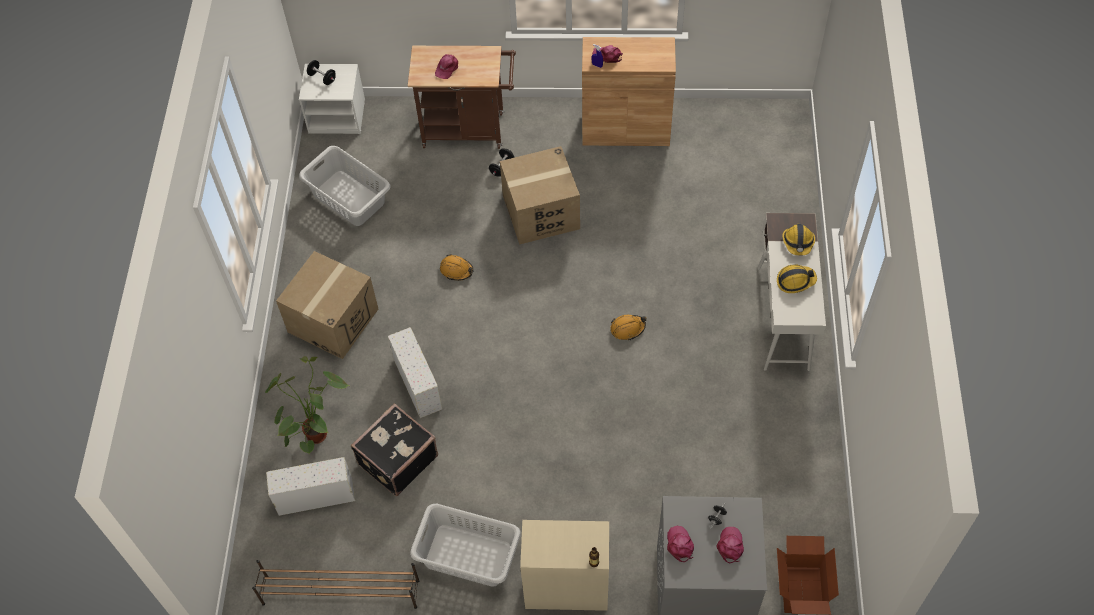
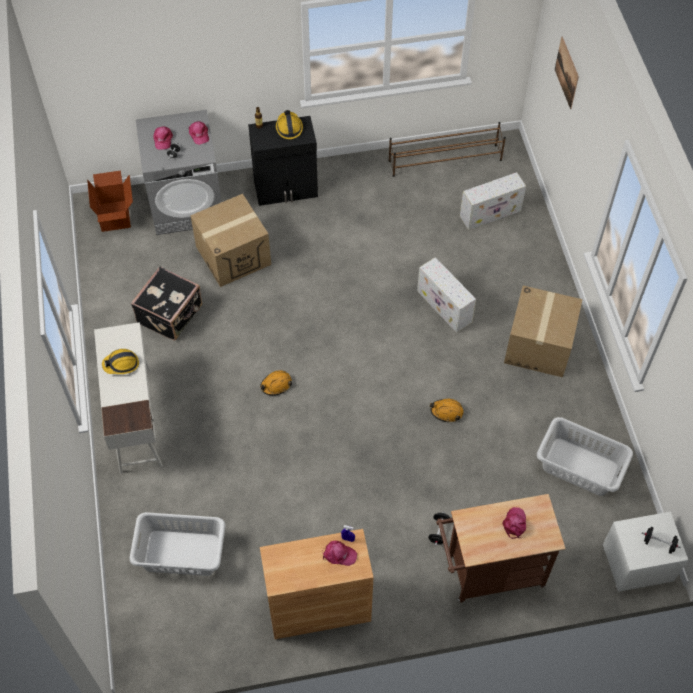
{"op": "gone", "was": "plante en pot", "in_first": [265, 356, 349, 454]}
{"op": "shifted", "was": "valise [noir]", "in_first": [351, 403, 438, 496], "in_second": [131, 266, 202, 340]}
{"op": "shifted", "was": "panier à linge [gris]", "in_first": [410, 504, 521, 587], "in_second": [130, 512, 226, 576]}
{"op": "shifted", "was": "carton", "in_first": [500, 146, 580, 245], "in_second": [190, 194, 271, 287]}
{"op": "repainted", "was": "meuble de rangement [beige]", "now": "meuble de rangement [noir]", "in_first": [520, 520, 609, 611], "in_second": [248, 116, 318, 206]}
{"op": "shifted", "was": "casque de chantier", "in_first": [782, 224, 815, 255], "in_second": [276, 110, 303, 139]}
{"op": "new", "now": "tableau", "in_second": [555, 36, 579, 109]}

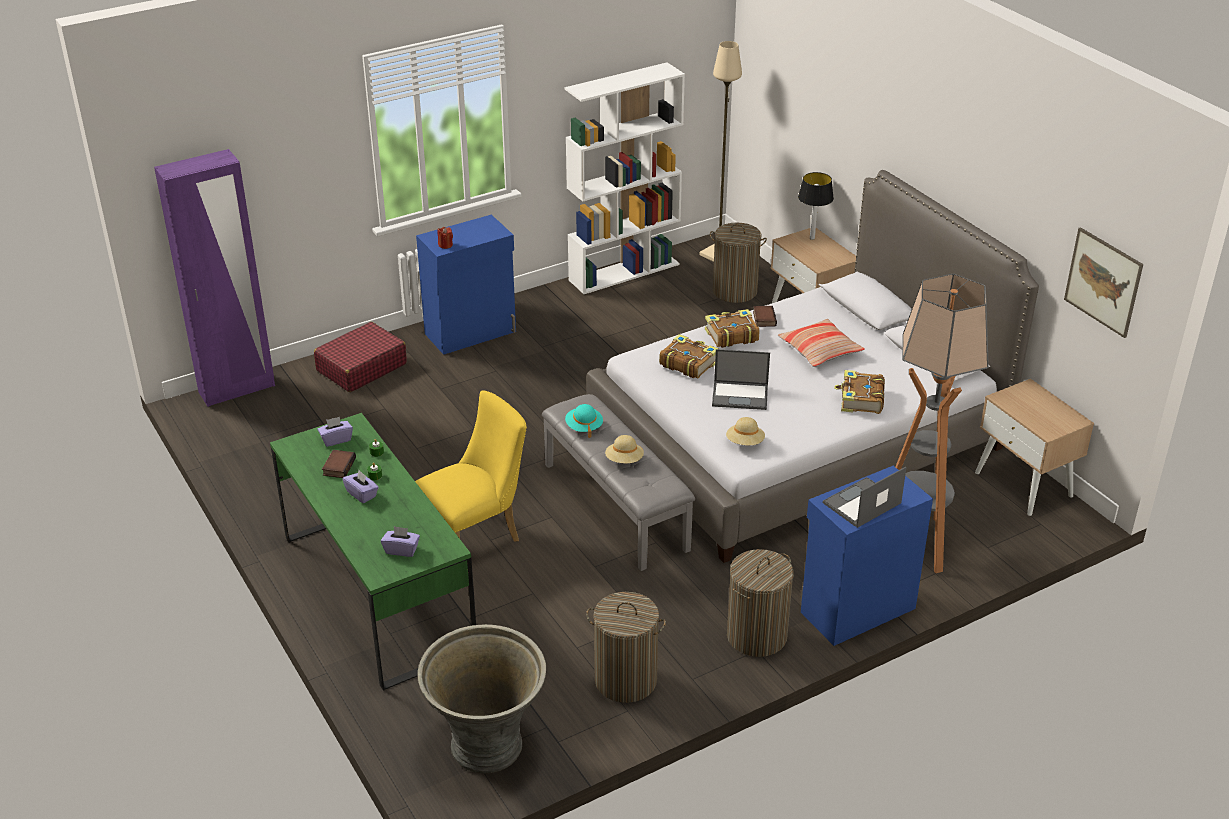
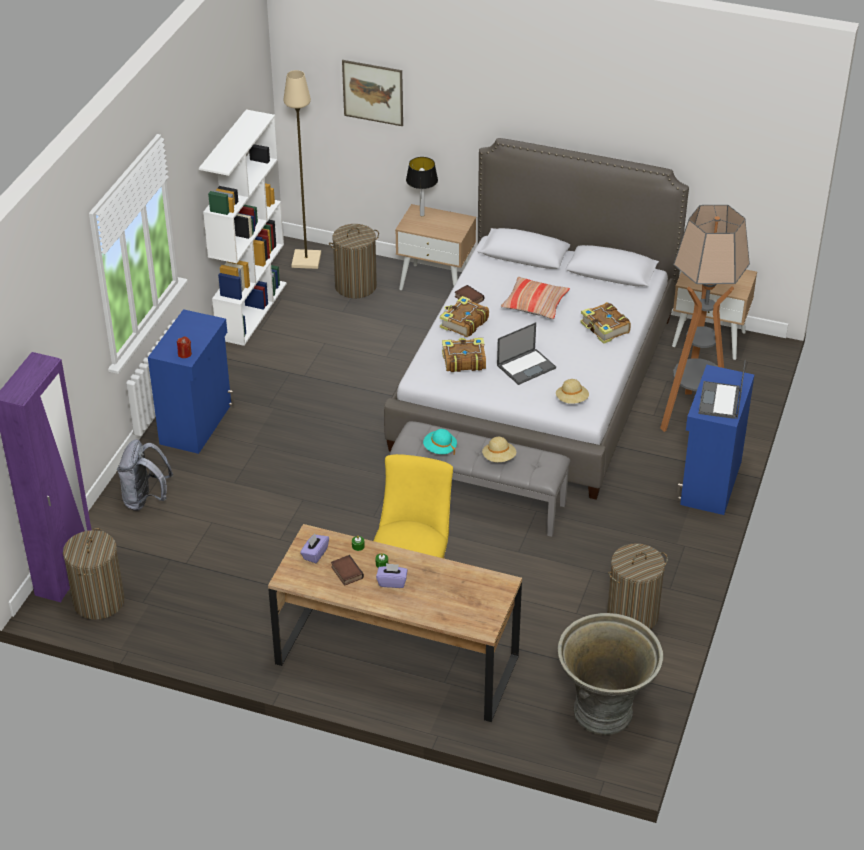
{"op": "repainted", "was": "bureau [vert]", "now": "bureau [marron]", "in_first": [270, 413, 476, 691], "in_second": [268, 524, 522, 722]}
{"op": "swapped", "was": "valise [rouge]", "now": "sac à dos [gris]", "in_first": [314, 322, 407, 392], "in_second": [117, 439, 173, 511]}
{"op": "gone", "was": "boîte à mouchoirs [violet]", "in_first": [381, 526, 420, 557]}
{"op": "shifted", "was": "panier à linge", "in_first": [727, 549, 794, 657], "in_second": [63, 528, 125, 620]}
{"op": "shifted", "was": "tableau", "in_first": [1064, 227, 1143, 338], "in_second": [342, 60, 403, 126]}

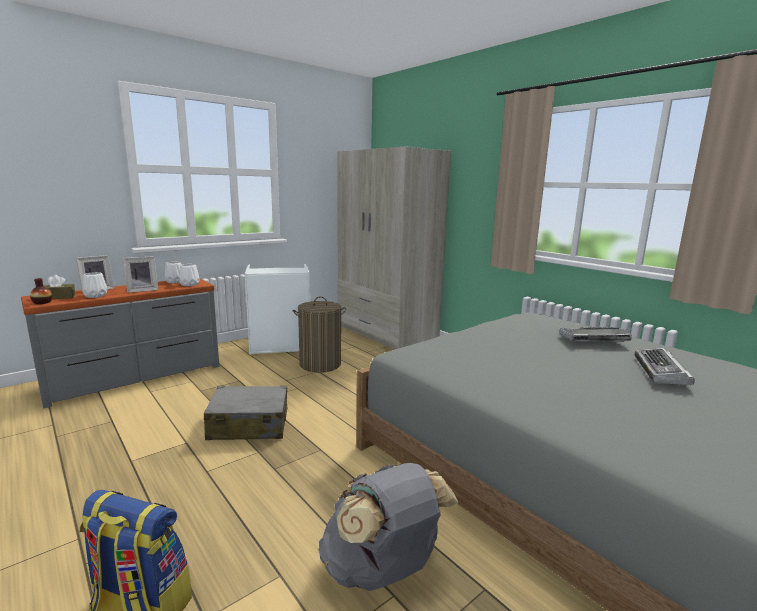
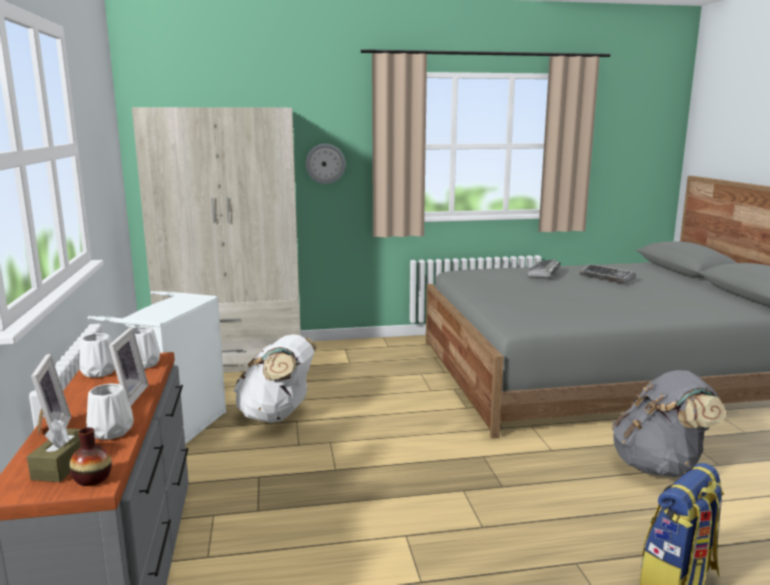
{"op": "gone", "was": "valise [gris]", "in_first": [204, 386, 288, 440]}
{"op": "swapped", "was": "panier à linge", "now": "sac à dos [blanc]", "in_first": [293, 296, 346, 373], "in_second": [233, 334, 317, 423]}
{"op": "new", "now": "horloge murale", "in_second": [306, 144, 345, 184]}

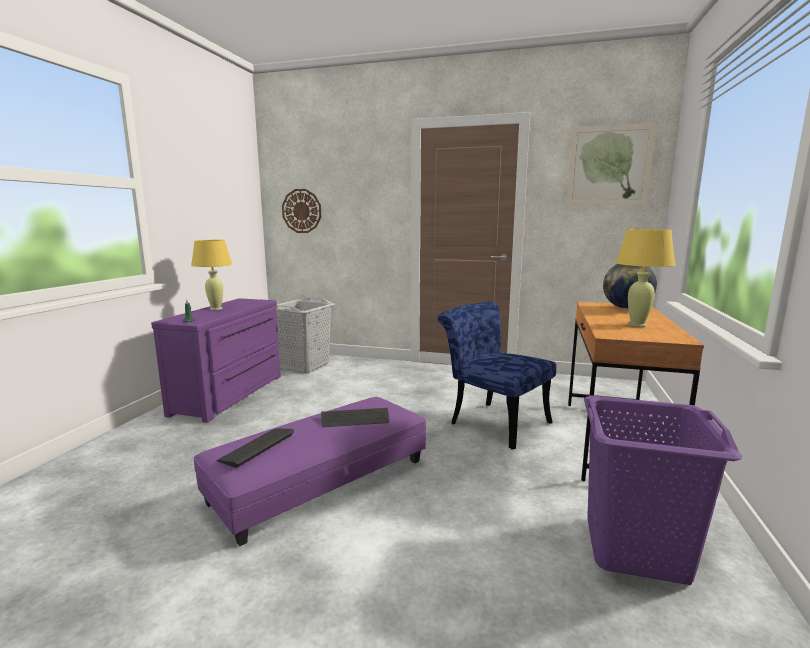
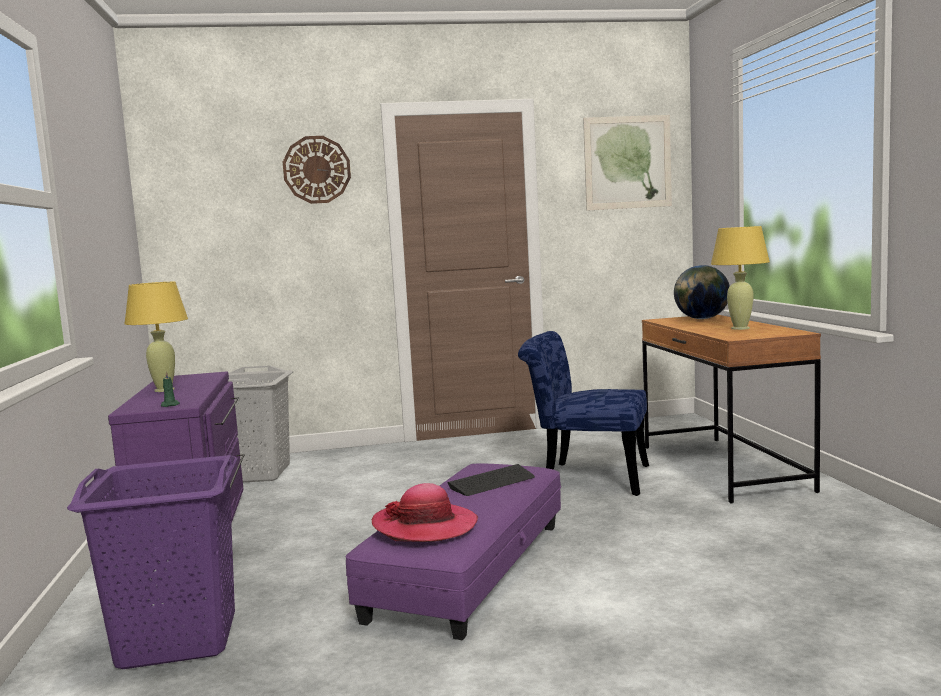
{"op": "swapped", "was": "clavier", "now": "chapeau", "in_first": [217, 429, 294, 468], "in_second": [372, 483, 478, 542]}
{"op": "shifted", "was": "horloge murale", "in_first": [282, 189, 321, 233], "in_second": [283, 136, 351, 204]}
{"op": "shifted", "was": "panier à linge [violet]", "in_first": [584, 395, 742, 585], "in_second": [67, 455, 238, 669]}

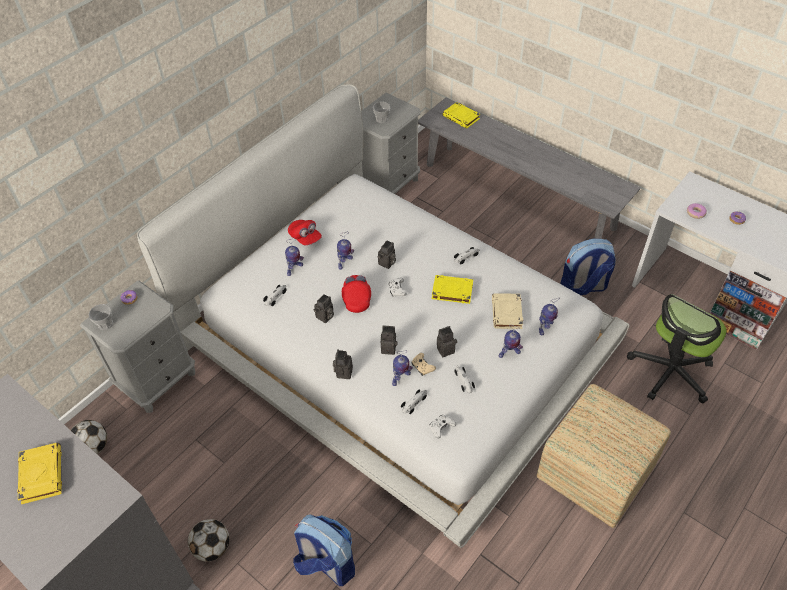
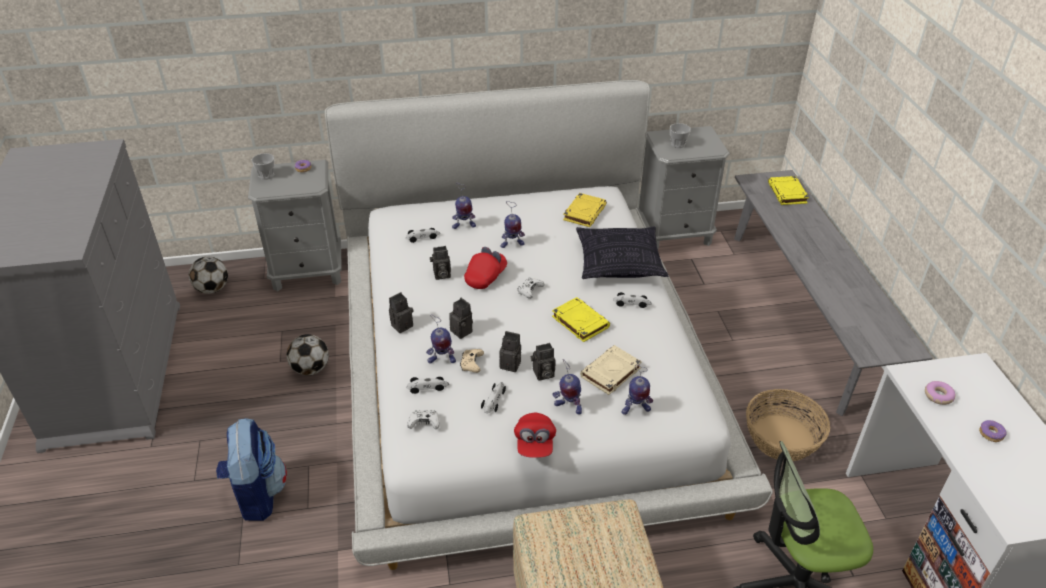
{"op": "shifted", "was": "livre [jaune]", "in_first": [17, 443, 62, 504], "in_second": [563, 193, 607, 227]}
{"op": "shifted", "was": "ballon de foot", "in_first": [187, 519, 229, 561], "in_second": [286, 334, 329, 376]}
{"op": "shifted", "was": "casquette [rouge]", "in_first": [288, 220, 322, 245], "in_second": [514, 412, 556, 458]}
{"op": "shifted", "was": "appareil photo", "in_first": [377, 241, 396, 269], "in_second": [531, 343, 556, 381]}
{"op": "swapped", "was": "sac à dos", "now": "panier", "in_first": [560, 239, 616, 295], "in_second": [746, 389, 830, 461]}
{"op": "new", "now": "coussin", "in_second": [576, 227, 668, 279]}

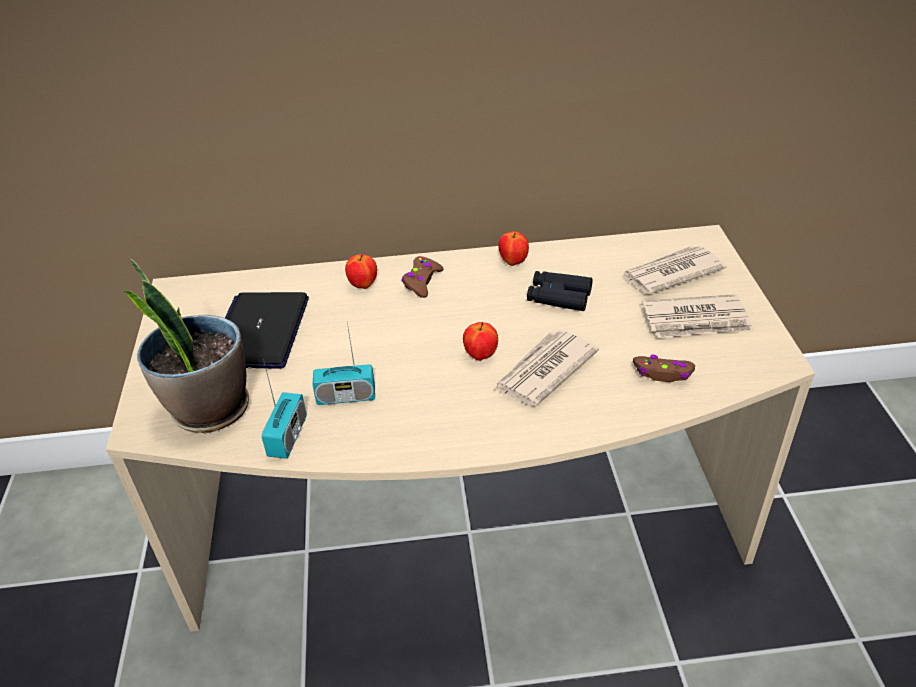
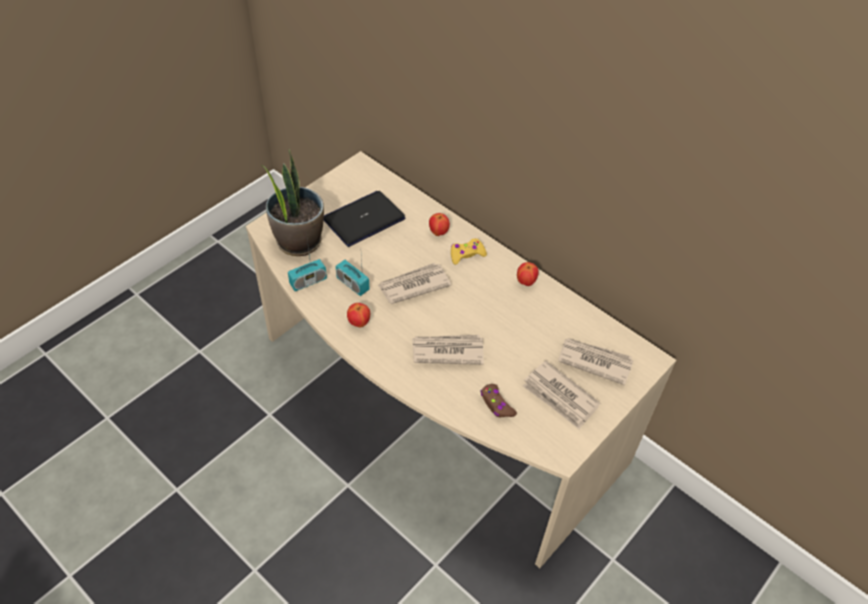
{"op": "repainted", "was": "manette [marron]", "now": "manette [jaune]", "in_first": [402, 256, 444, 298], "in_second": [451, 238, 487, 265]}
{"op": "shifted", "was": "pomme", "in_first": [463, 322, 498, 361], "in_second": [347, 303, 370, 328]}
{"op": "gone", "was": "jumelles [noir]", "in_first": [527, 271, 593, 311]}
{"op": "new", "now": "journal", "in_second": [378, 263, 451, 304]}

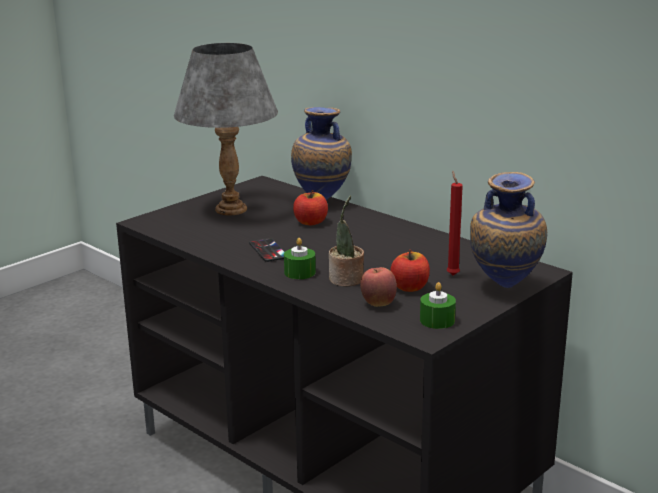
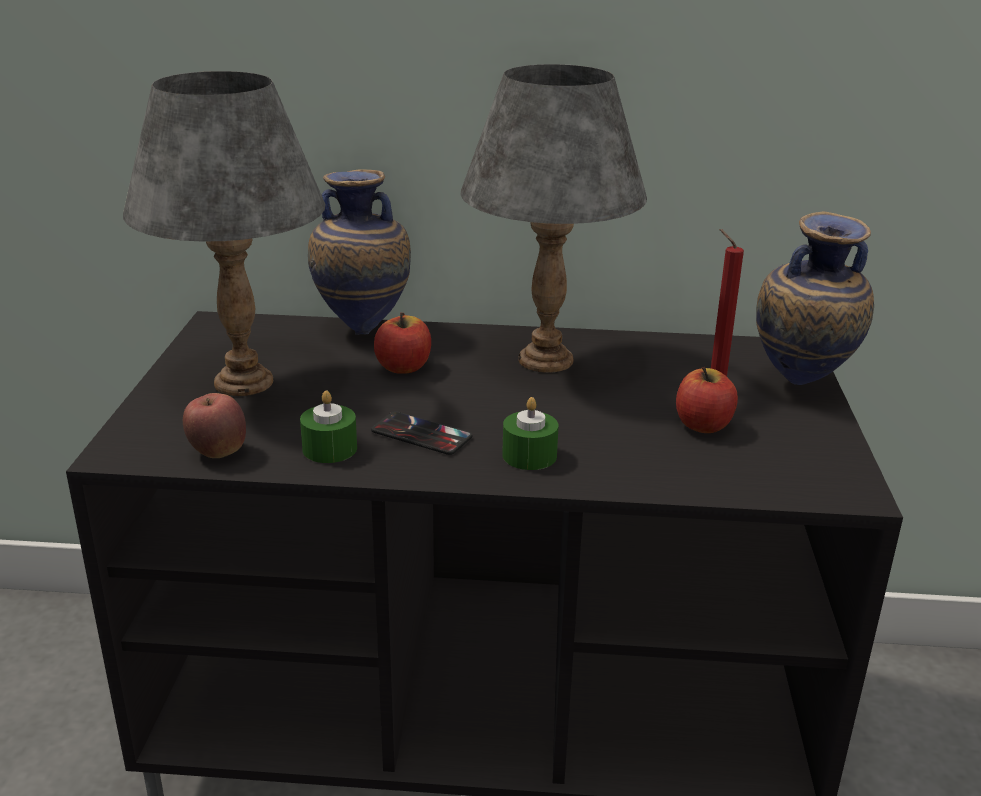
{"op": "gone", "was": "plante en pot", "in_first": [329, 196, 364, 287]}
{"op": "shifted", "was": "pomme", "in_first": [360, 267, 397, 307], "in_second": [183, 393, 246, 458]}
{"op": "shifted", "was": "bougie [vert]", "in_first": [420, 282, 456, 329], "in_second": [300, 390, 357, 463]}
{"op": "new", "now": "lampe de table [gris]", "in_second": [461, 64, 647, 373]}

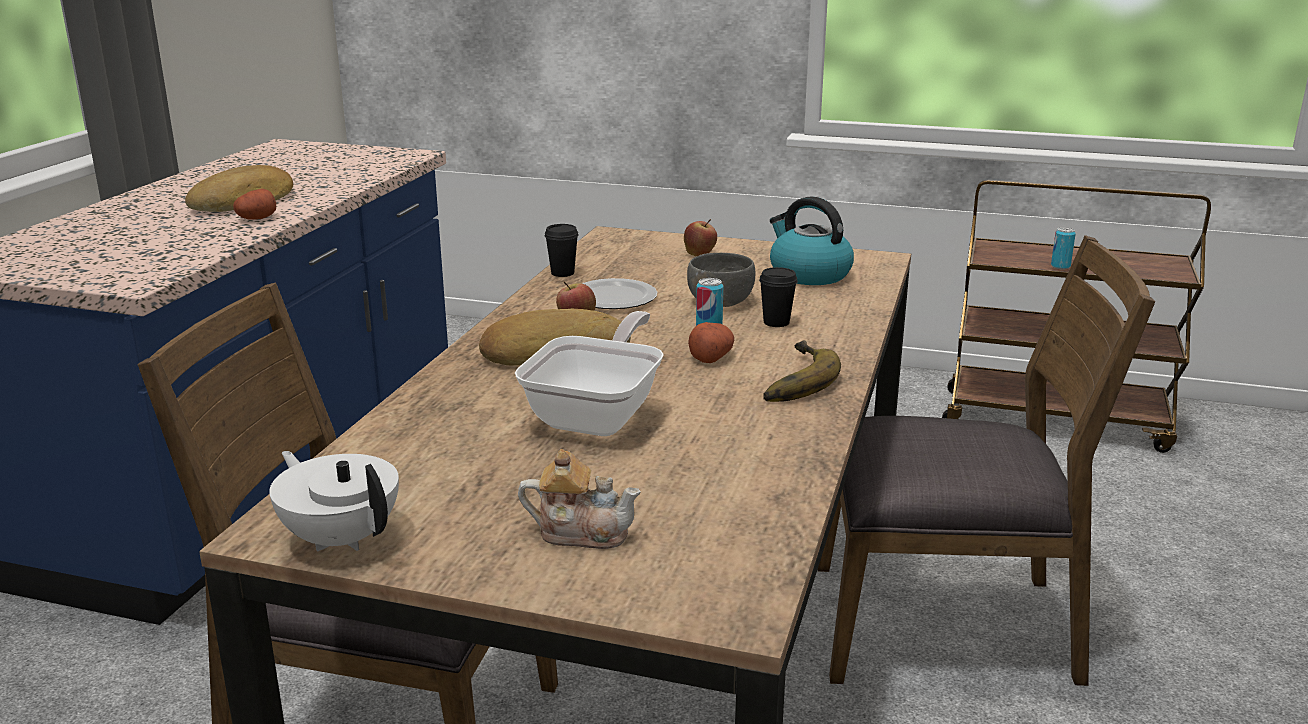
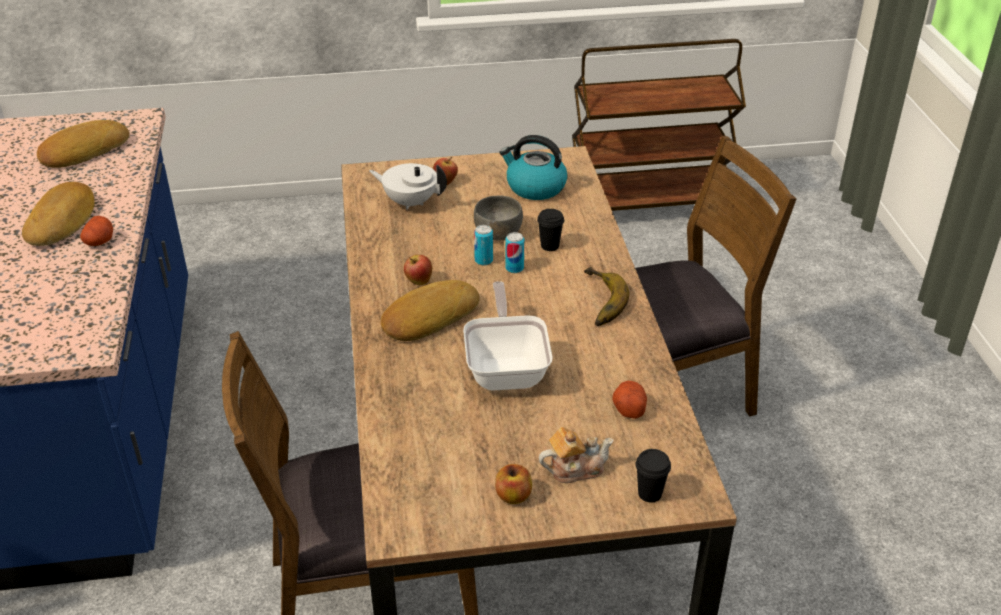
{"op": "shifted", "was": "théière [blanc]", "in_first": [269, 451, 399, 551], "in_second": [369, 163, 447, 210]}
{"op": "shifted", "was": "tasse [noir]", "in_first": [544, 224, 579, 277], "in_second": [636, 449, 671, 502]}
{"op": "gone", "was": "assiette", "in_first": [582, 278, 657, 309]}
{"op": "shifted", "was": "pomme de terre", "in_first": [688, 322, 734, 363], "in_second": [612, 381, 647, 419]}
{"op": "shifted", "was": "boîte métallique", "in_first": [1051, 227, 1076, 269], "in_second": [474, 225, 493, 265]}
{"op": "new", "now": "pain", "in_second": [37, 120, 129, 168]}
{"op": "new", "now": "pomme", "in_second": [495, 464, 532, 504]}

